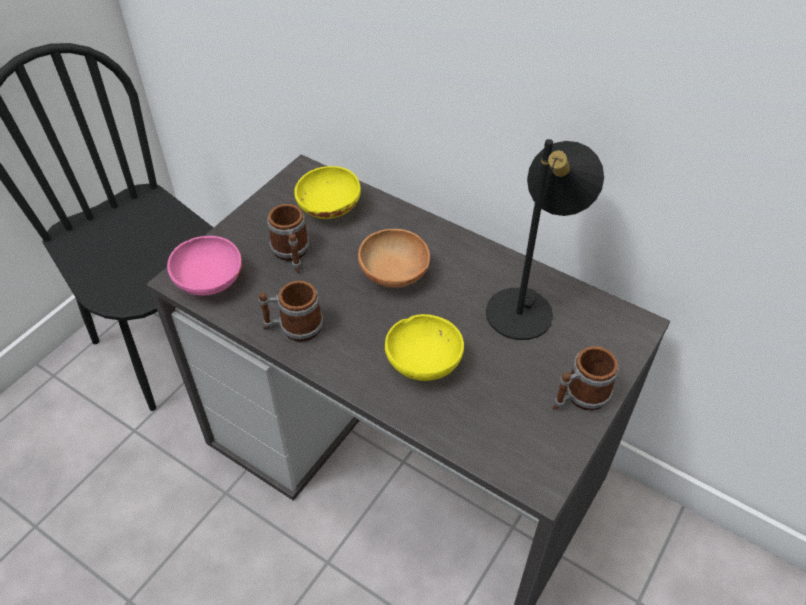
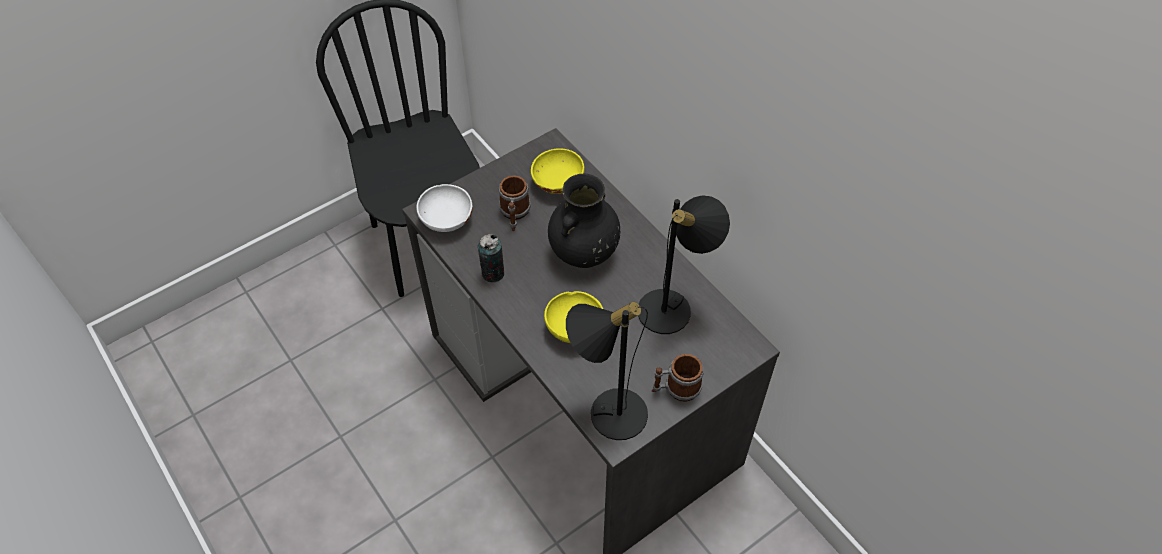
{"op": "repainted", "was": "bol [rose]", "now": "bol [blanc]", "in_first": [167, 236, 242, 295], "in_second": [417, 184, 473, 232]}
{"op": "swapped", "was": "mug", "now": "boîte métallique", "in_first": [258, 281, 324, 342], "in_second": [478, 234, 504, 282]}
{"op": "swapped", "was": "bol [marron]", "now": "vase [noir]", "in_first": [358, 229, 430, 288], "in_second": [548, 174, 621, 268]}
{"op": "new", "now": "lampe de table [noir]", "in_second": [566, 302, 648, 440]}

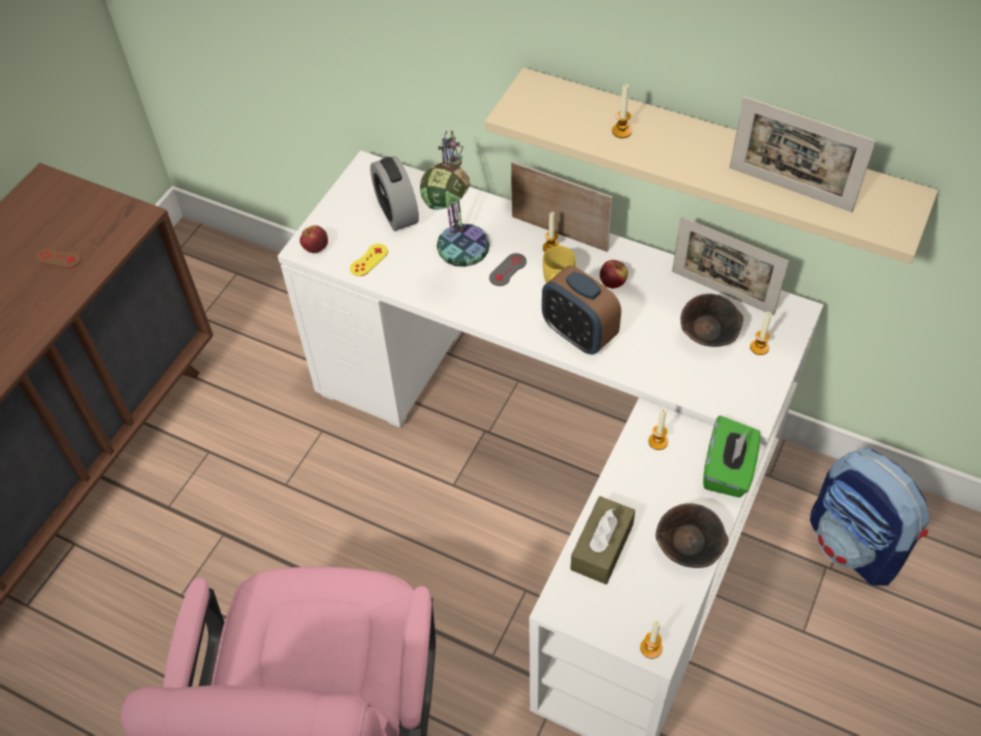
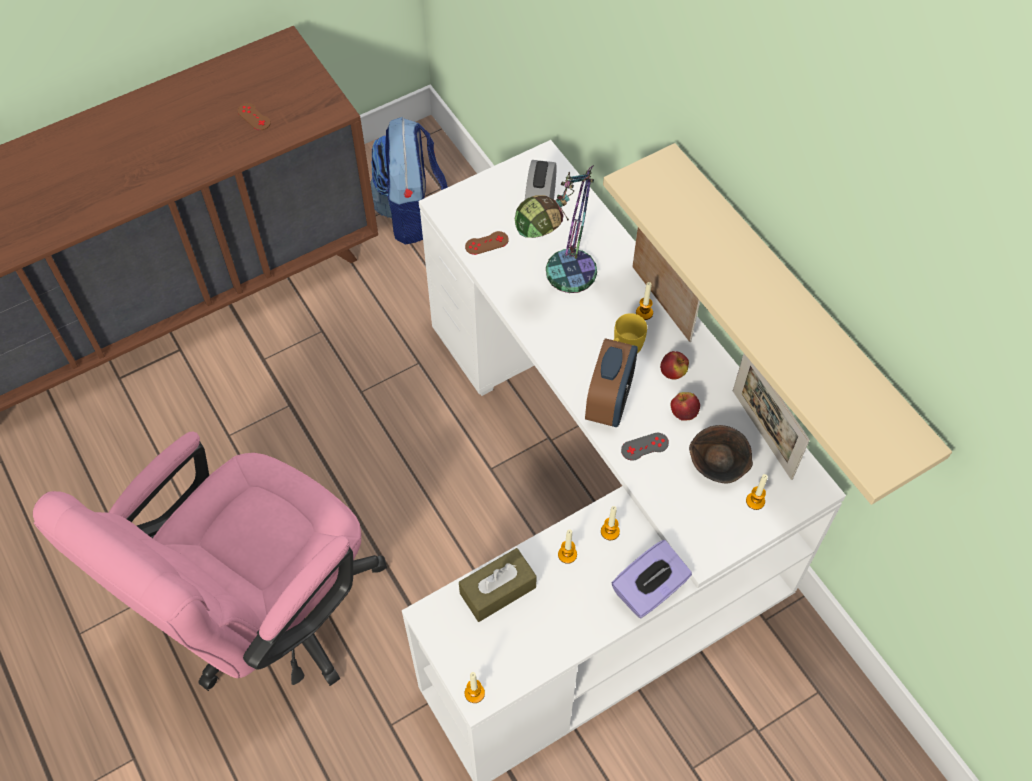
{"op": "shifted", "was": "pomme", "in_first": [300, 225, 328, 253], "in_second": [670, 392, 700, 421]}
{"op": "repainted", "was": "manette [jaune]", "now": "manette [marron]", "in_first": [350, 244, 388, 276], "in_second": [465, 231, 509, 255]}
{"op": "shifted", "was": "manette [gris]", "in_first": [489, 253, 526, 286], "in_second": [621, 433, 669, 461]}
{"op": "rotated", "was": "réveil", "in_first": [542, 265, 621, 355], "in_second": [585, 338, 638, 427], "clockwise": -150}
{"op": "shifted", "was": "bougie", "in_first": [612, 84, 632, 138], "in_second": [558, 530, 577, 564]}
{"op": "gone", "was": "bol [marron]", "in_first": [656, 503, 729, 568]}
{"op": "repainted", "was": "boîte à mouchoirs [vert]", "now": "boîte à mouchoirs [violet]", "in_first": [703, 415, 760, 497], "in_second": [612, 540, 692, 618]}
{"op": "gone", "was": "cadre photo", "in_first": [730, 96, 876, 212]}
{"op": "shifted", "was": "sac à dos", "in_first": [810, 447, 930, 586], "in_second": [370, 117, 448, 245]}

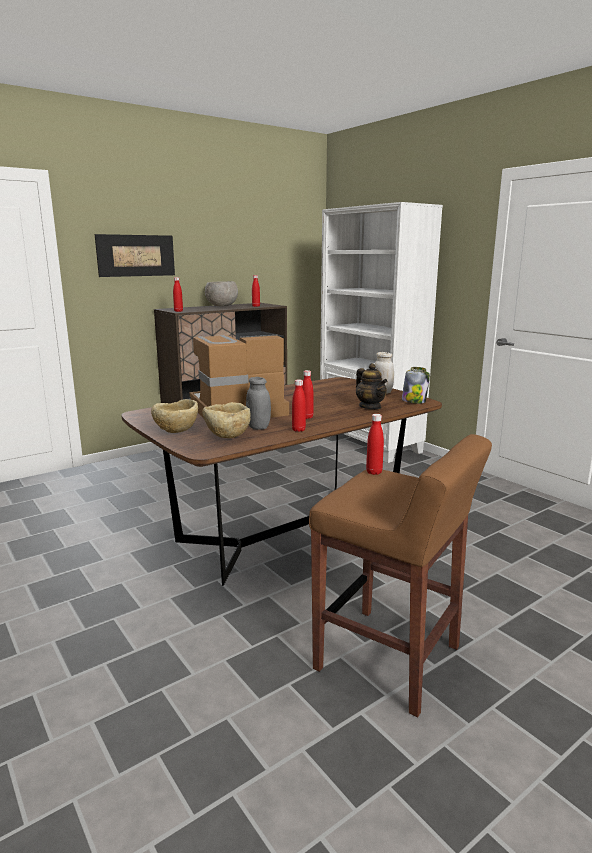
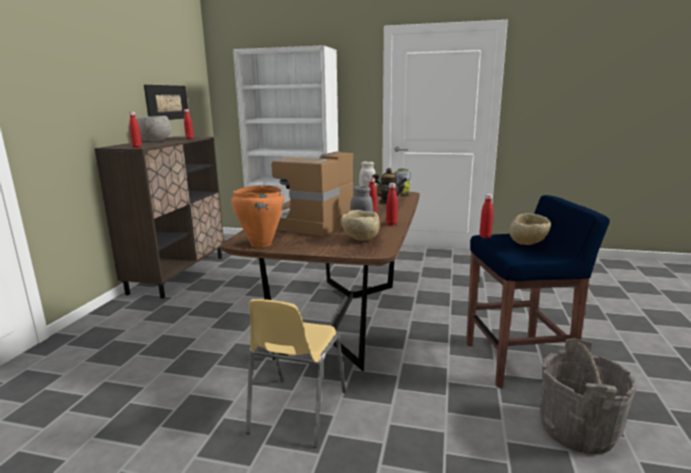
{"op": "shifted", "was": "tableau", "in_first": [95, 234, 175, 277], "in_second": [144, 85, 188, 120]}
{"op": "shifted", "was": "bol [beige]", "in_first": [151, 399, 198, 433], "in_second": [510, 213, 551, 245]}
{"op": "repainted", "was": "tabouret [marron]", "now": "tabouret [bleu]", "in_first": [309, 434, 492, 717], "in_second": [466, 195, 610, 387]}
{"op": "new", "now": "marmite [orange]", "in_second": [231, 185, 284, 247]}
{"op": "new", "now": "chaise [jaune]", "in_second": [246, 299, 346, 448]}
{"op": "new", "now": "seau [gris]", "in_second": [540, 338, 637, 454]}

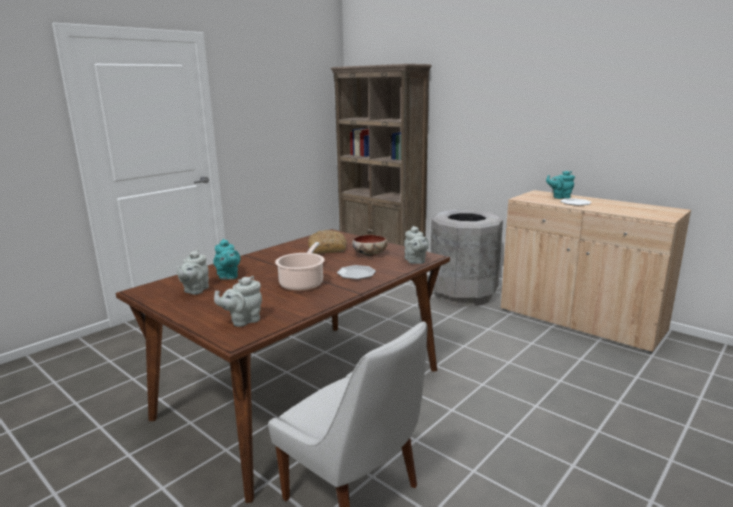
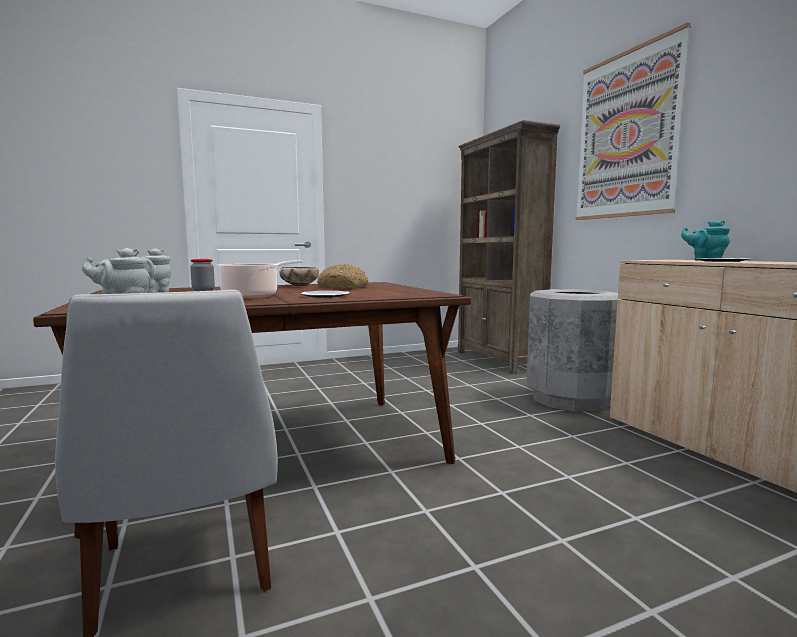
{"op": "swapped", "was": "théière [turquoise]", "now": "bocal", "in_first": [213, 239, 240, 280], "in_second": [190, 259, 215, 291]}
{"op": "shifted", "was": "bol", "in_first": [352, 235, 388, 256], "in_second": [279, 267, 319, 286]}
{"op": "gone", "was": "théière [gris]", "in_first": [404, 226, 429, 264]}
{"op": "new", "now": "tableau", "in_second": [575, 22, 691, 220]}

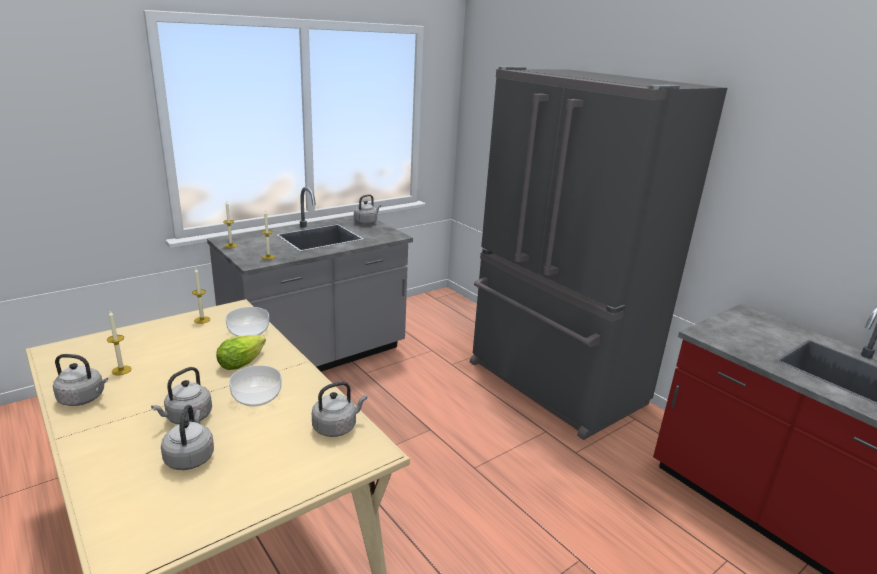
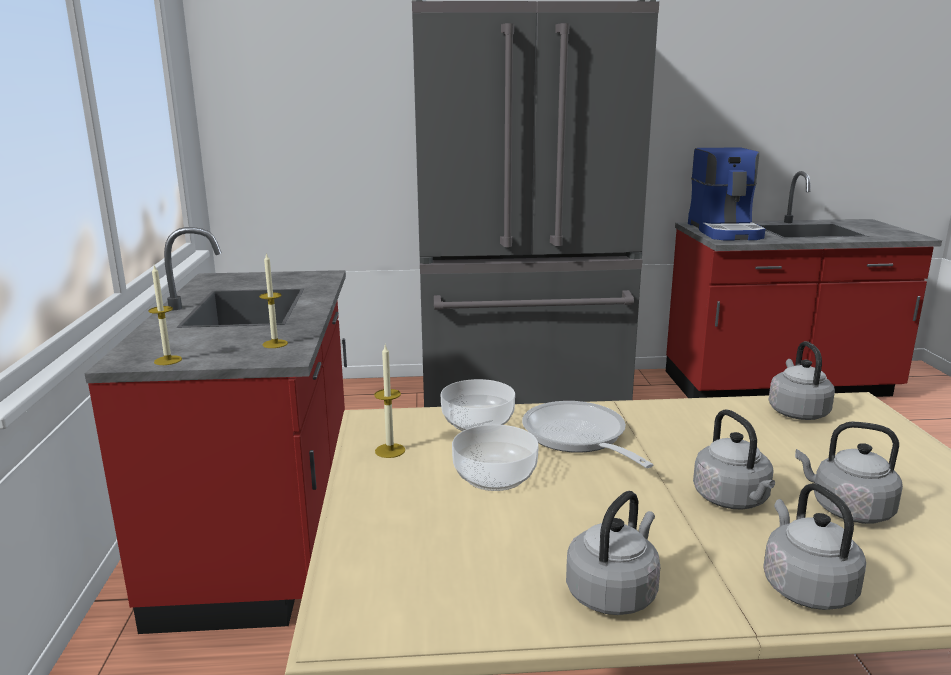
{"op": "gone", "was": "bougie", "in_first": [107, 311, 132, 375]}
{"op": "repainted", "was": "comptoir de cuisine [gris]", "now": "comptoir de cuisine [rouge]", "in_first": [207, 187, 413, 372], "in_second": [85, 227, 347, 634]}
{"op": "swapped", "was": "laitue", "now": "poêle", "in_first": [216, 335, 266, 370], "in_second": [522, 401, 654, 468]}
{"op": "shifted", "was": "bol", "in_first": [229, 365, 282, 407], "in_second": [452, 424, 539, 491]}
{"op": "shifted", "was": "bouilloire [gris]", "in_first": [354, 194, 381, 225], "in_second": [763, 483, 866, 610]}
{"op": "new", "now": "machine à café", "in_second": [688, 147, 765, 241]}

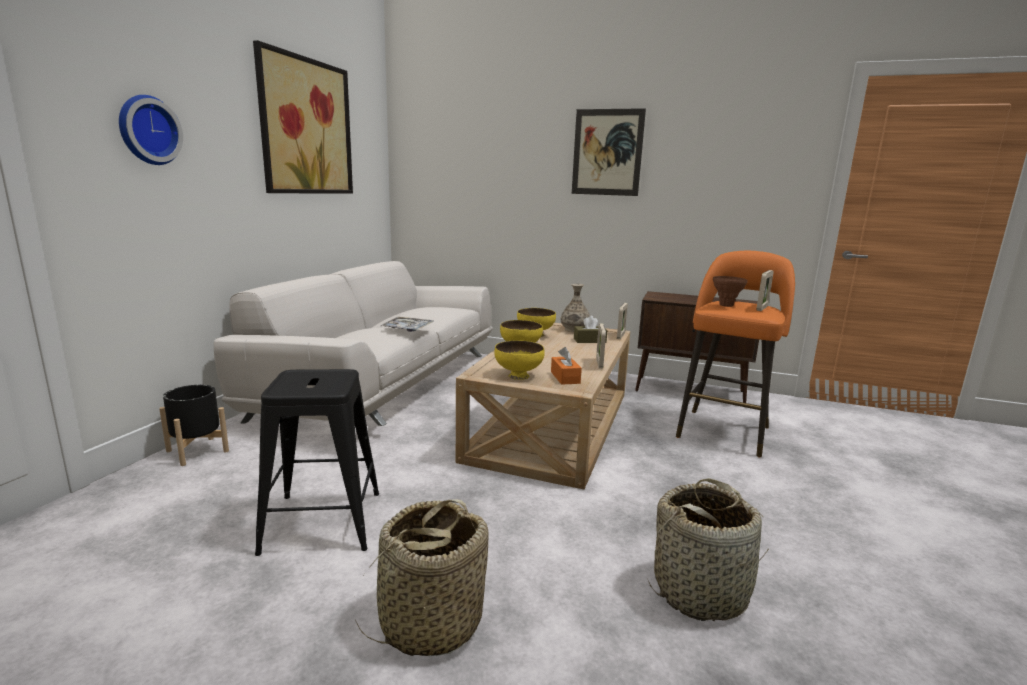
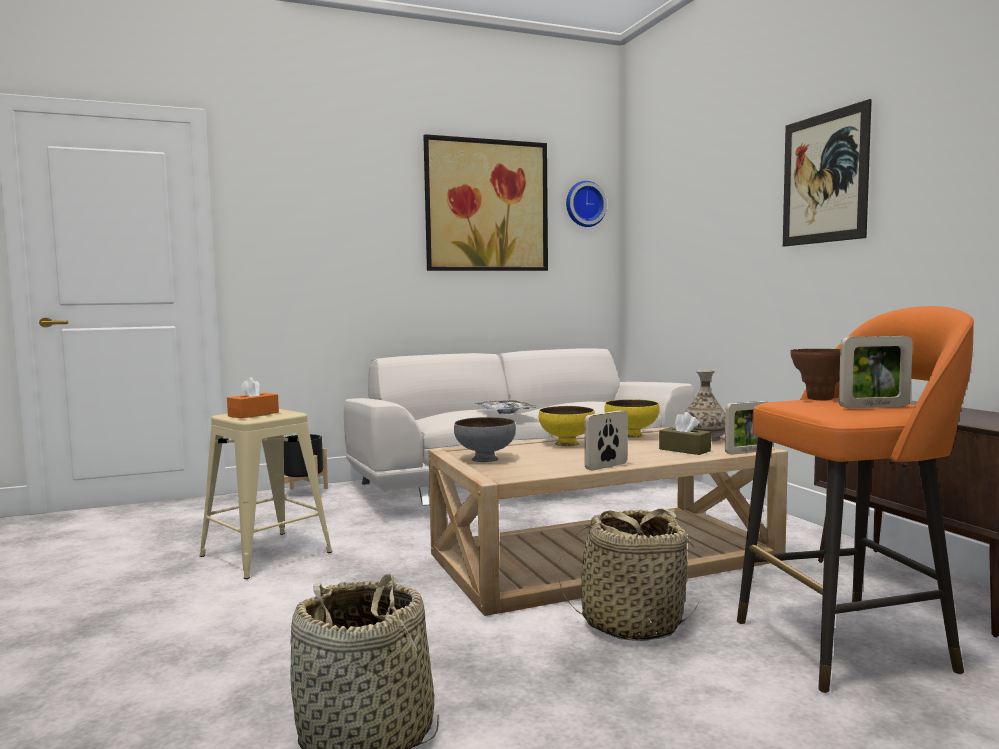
{"op": "shifted", "was": "horloge murale", "in_first": [119, 95, 183, 165], "in_second": [566, 181, 607, 227]}
{"op": "repainted", "was": "tabouret [noir]", "now": "tabouret [beige]", "in_first": [255, 369, 379, 556], "in_second": [199, 409, 332, 579]}
{"op": "shifted", "was": "panier", "in_first": [355, 499, 489, 656], "in_second": [558, 509, 698, 641]}
{"op": "repainted", "was": "bol [jaune]", "now": "bol [gris]", "in_first": [494, 340, 545, 380], "in_second": [454, 417, 516, 462]}
{"op": "shifted", "was": "boîte à mouchoirs [orange]", "in_first": [551, 347, 582, 385], "in_second": [227, 377, 279, 419]}

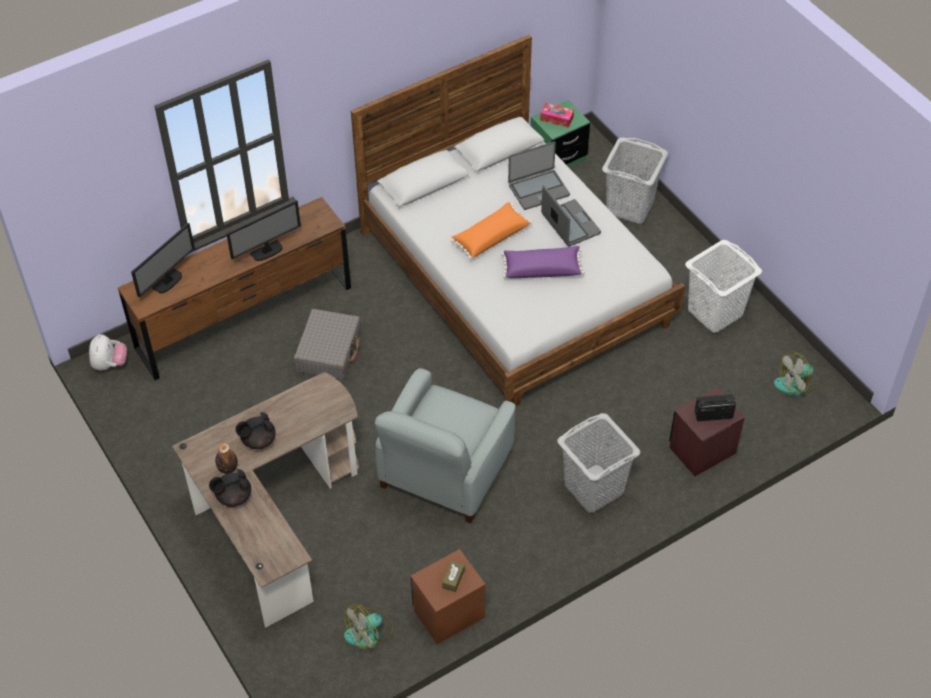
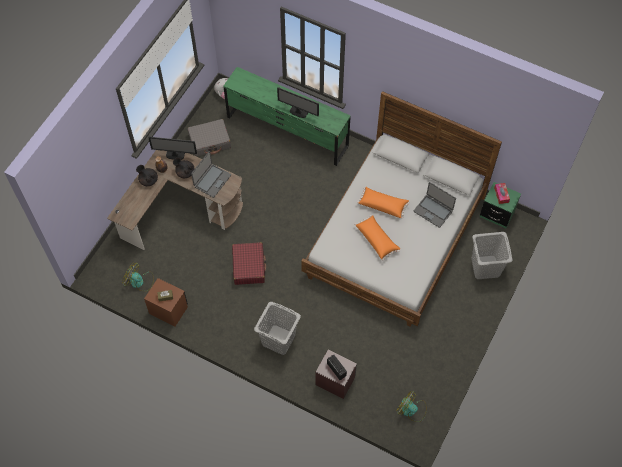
{"op": "repainted", "was": "commode [marron]", "now": "commode [vert]", "in_first": [118, 197, 351, 380], "in_second": [223, 67, 351, 166]}
{"op": "shifted", "was": "écran d'ordinateur", "in_first": [131, 223, 195, 297], "in_second": [148, 137, 197, 160]}
{"op": "shifted", "was": "valise [gris]", "in_first": [294, 309, 361, 380], "in_second": [188, 119, 231, 157]}
{"op": "swapped", "was": "fauteuil [gris]", "now": "valise [rouge]", "in_first": [375, 368, 515, 523], "in_second": [232, 242, 266, 285]}
{"op": "repainted", "was": "coussin [violet]", "now": "coussin [orange]", "in_first": [501, 246, 584, 278], "in_second": [355, 215, 400, 261]}
{"op": "shifted", "was": "ordinateur portable", "in_first": [541, 185, 601, 247], "in_second": [191, 151, 231, 198]}
{"op": "gone", "was": "panier à linge [blanc]", "in_first": [685, 240, 762, 333]}

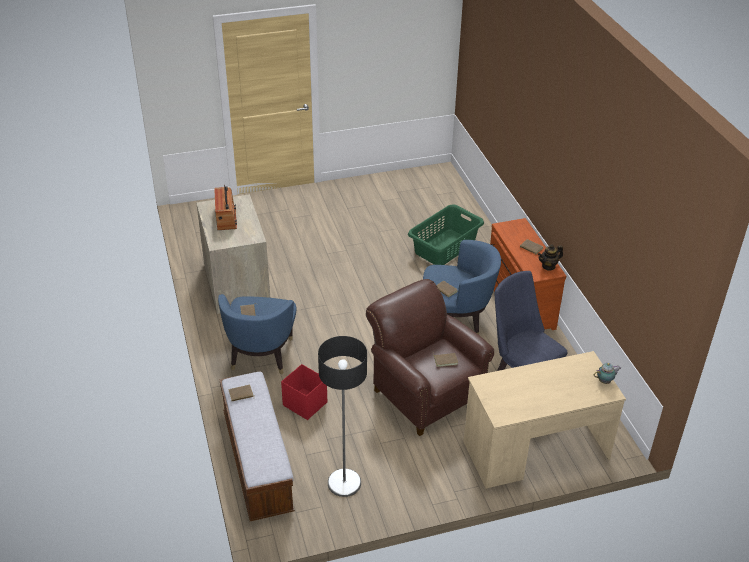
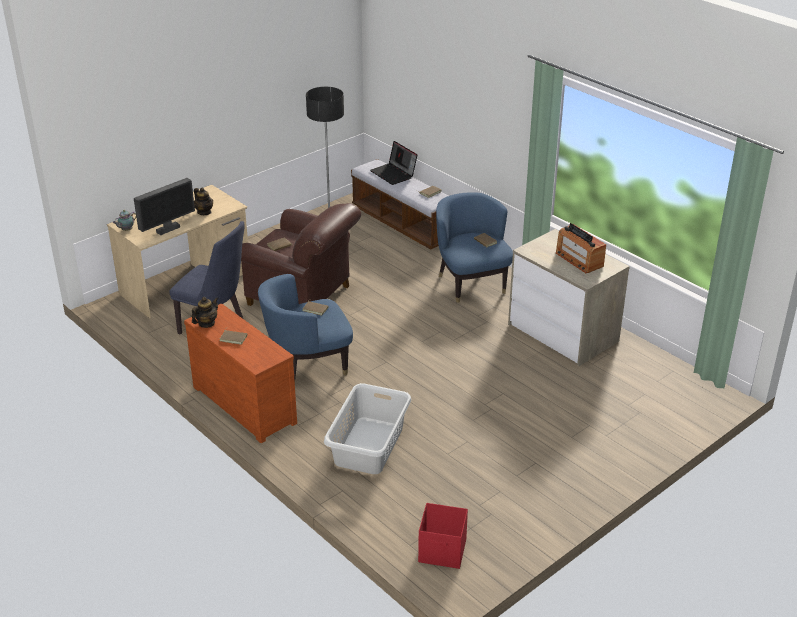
{"op": "shifted", "was": "boîte de rangement [rouge]", "in_first": [281, 364, 327, 420], "in_second": [418, 503, 468, 569]}
{"op": "repainted", "was": "panier à linge [vert]", "now": "panier à linge [gris]", "in_first": [408, 204, 484, 265], "in_second": [324, 383, 411, 474]}
{"op": "new", "now": "écran d'ordinateur", "in_second": [134, 178, 195, 235]}
{"op": "new", "now": "théière", "in_second": [194, 188, 213, 215]}
{"op": "new", "now": "ordinateur portable", "in_second": [370, 141, 417, 185]}

